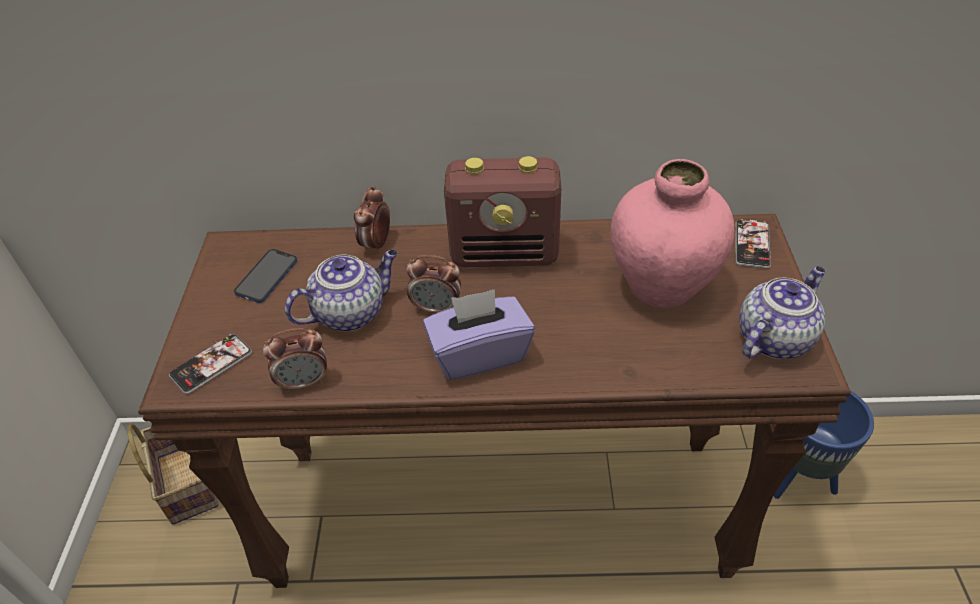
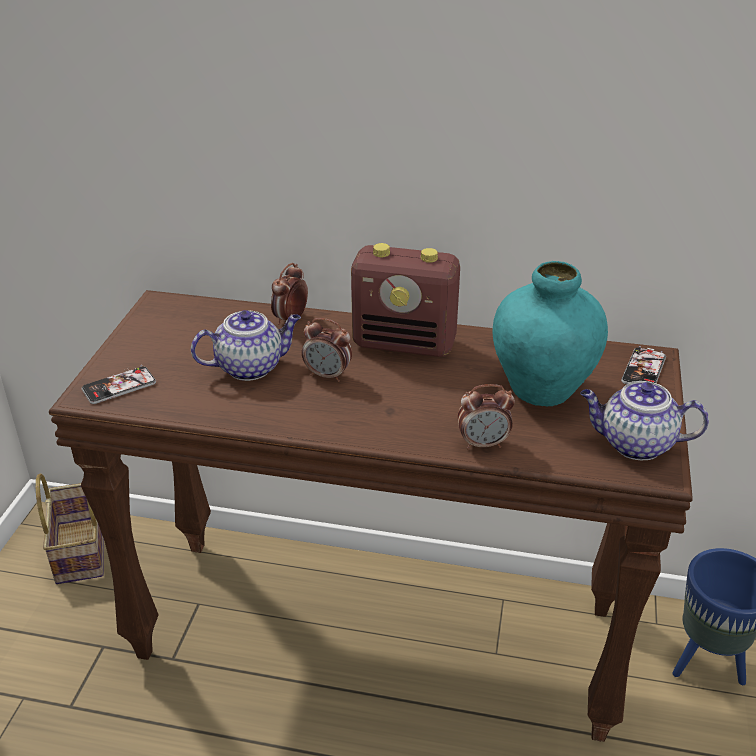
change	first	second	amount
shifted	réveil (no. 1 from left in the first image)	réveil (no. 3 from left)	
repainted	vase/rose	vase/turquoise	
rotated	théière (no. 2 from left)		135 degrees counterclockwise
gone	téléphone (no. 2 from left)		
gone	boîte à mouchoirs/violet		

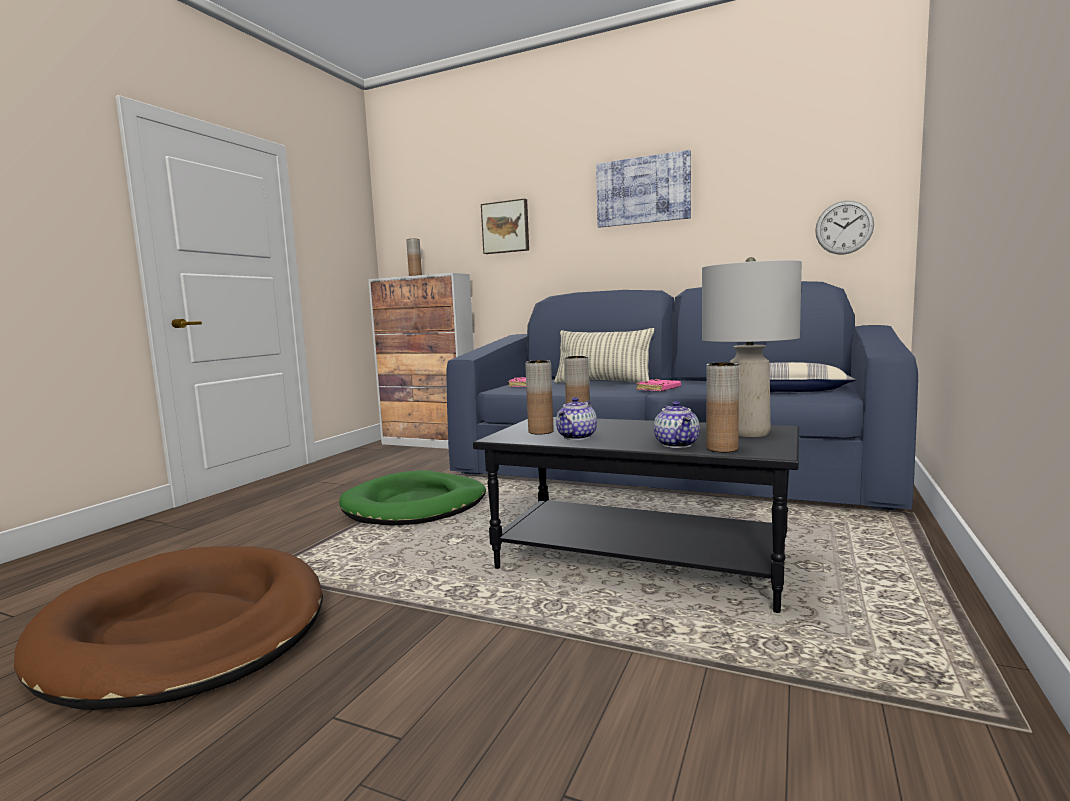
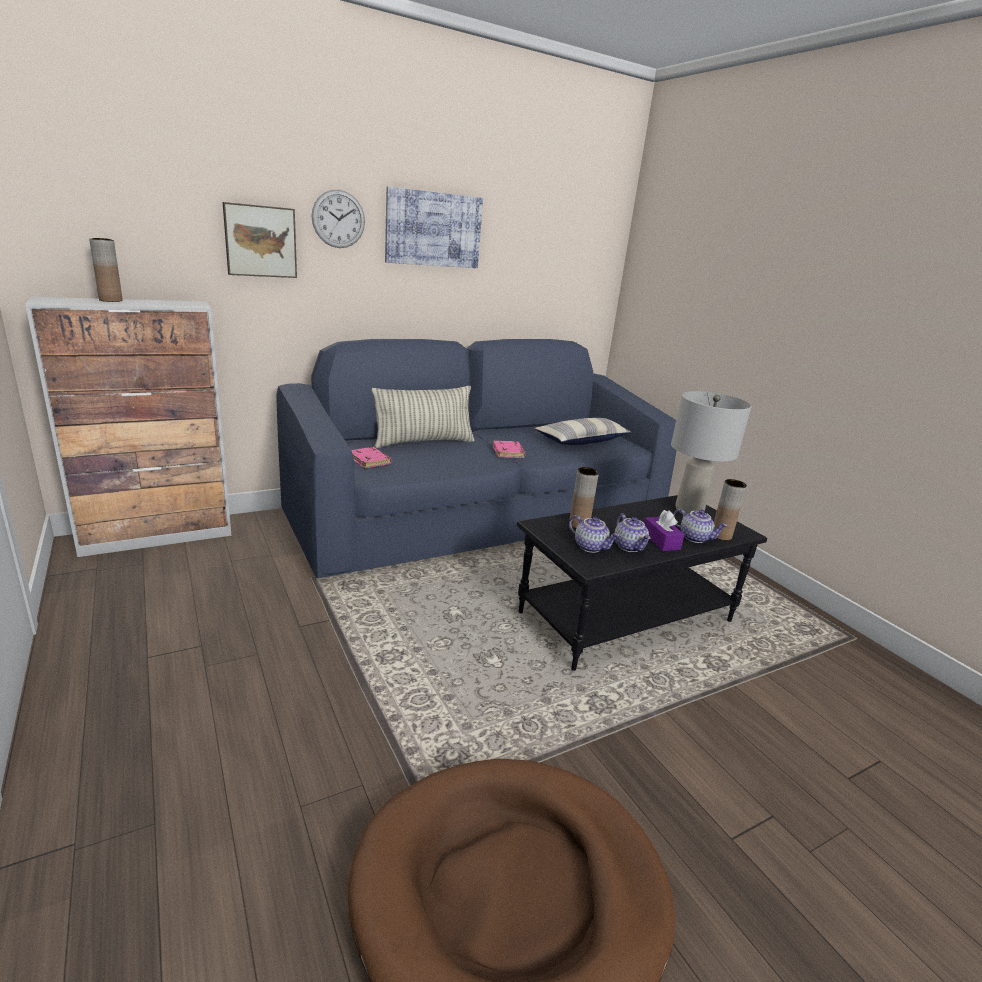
change	first	second	amount
shifted	horloge murale		
swapped	vase/marron (no. 2 from left)	théière (no. 1 from left)	
new		boîte à mouchoirs/violet	
gone	panier pour chien/vert		

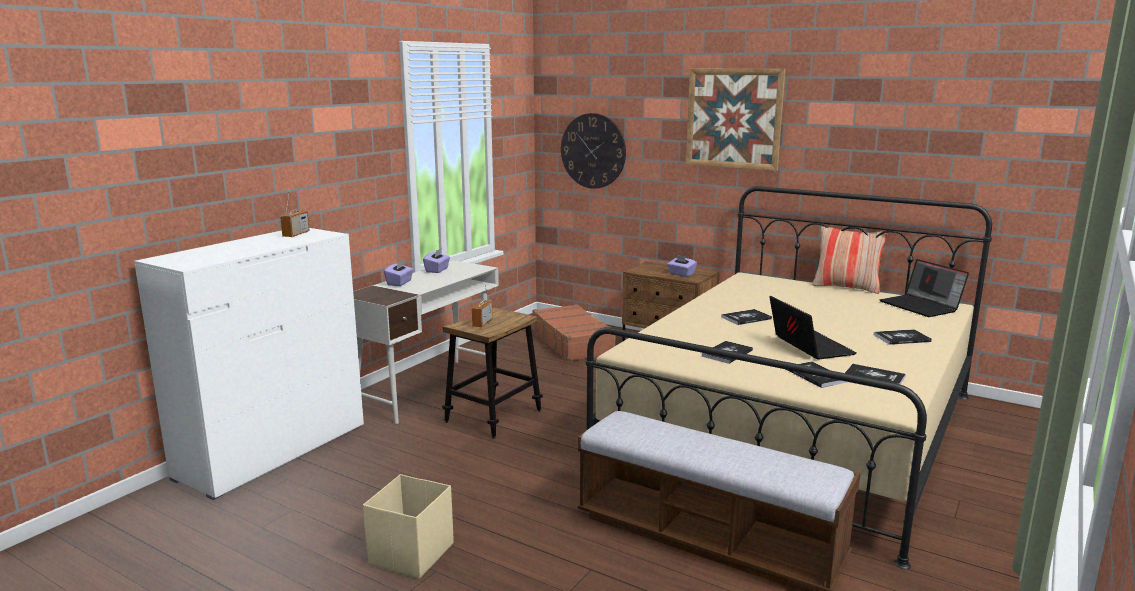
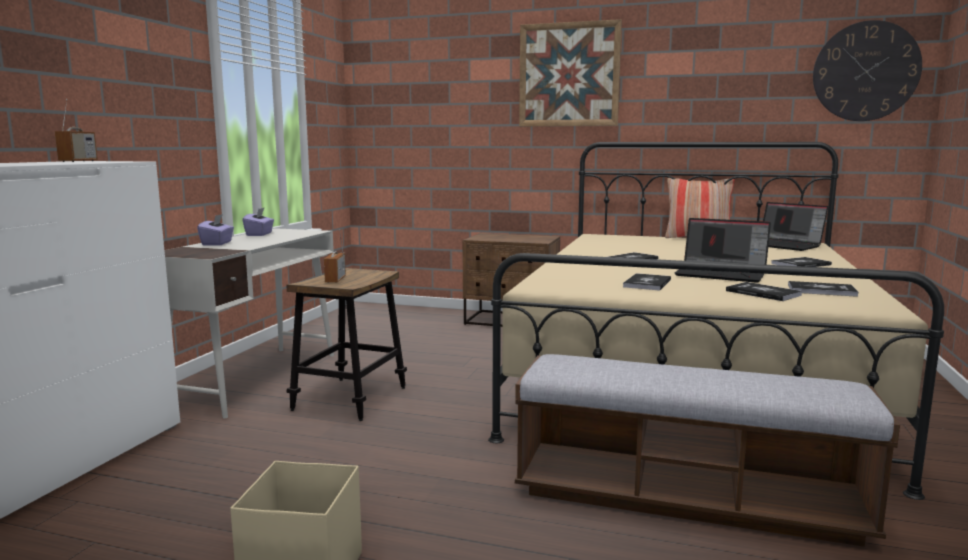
change	first	second	amount
rotated	ordinateur portable (no. 1 from left)		150 degrees clockwise
shifted	horloge murale		
gone	valise/marron		
gone	boîte à mouchoirs/violet (no. 3 from left)		

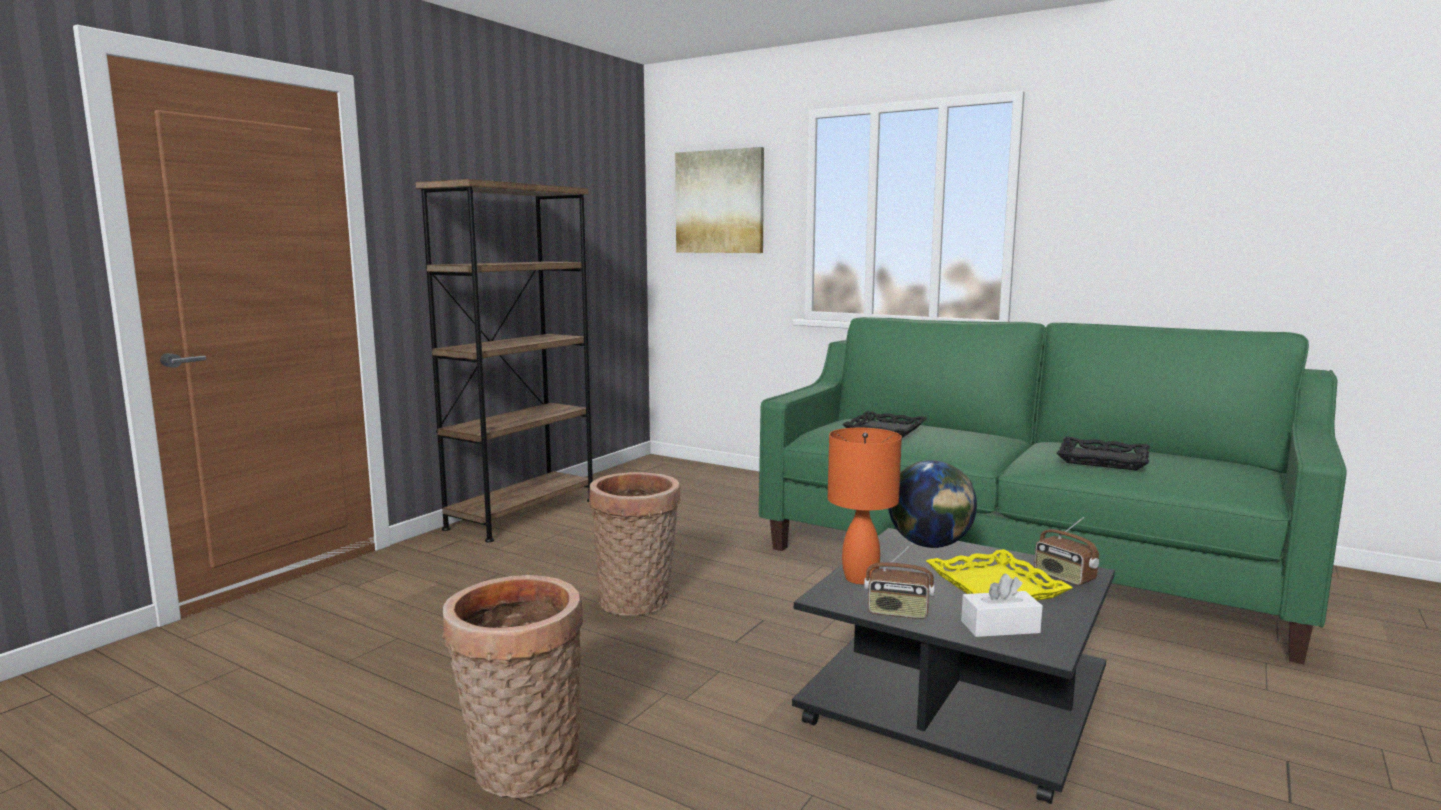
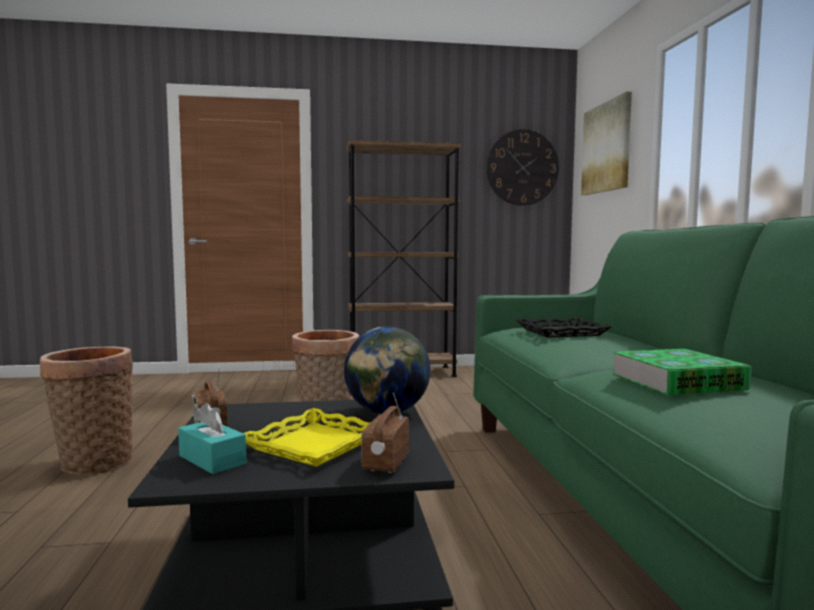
change	first	second	amount
repainted	boîte à mouchoirs/blanc	boîte à mouchoirs/turquoise	
new		horloge murale	
swapped	plateau/noir (no. 2 from left)	livre	
gone	lampe de table/orange		

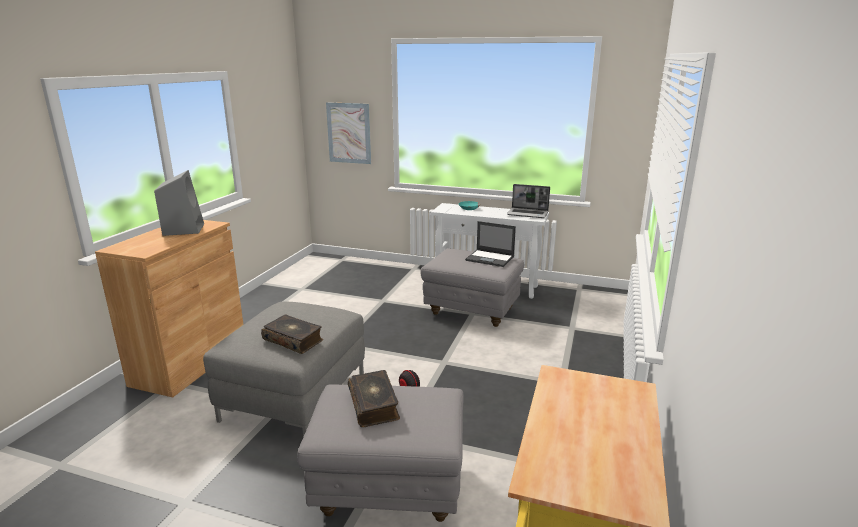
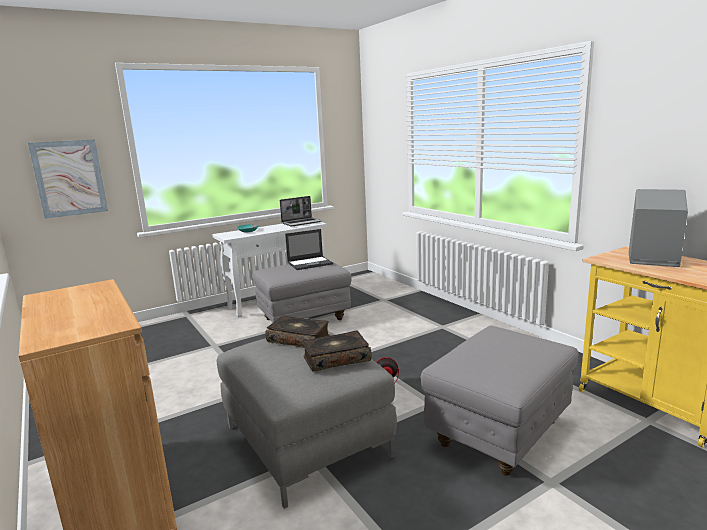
change	first	second	amount
shifted	livre (no. 2 from left in the first image)	livre (no. 1 from left)	
shifted	enceinte/gris		

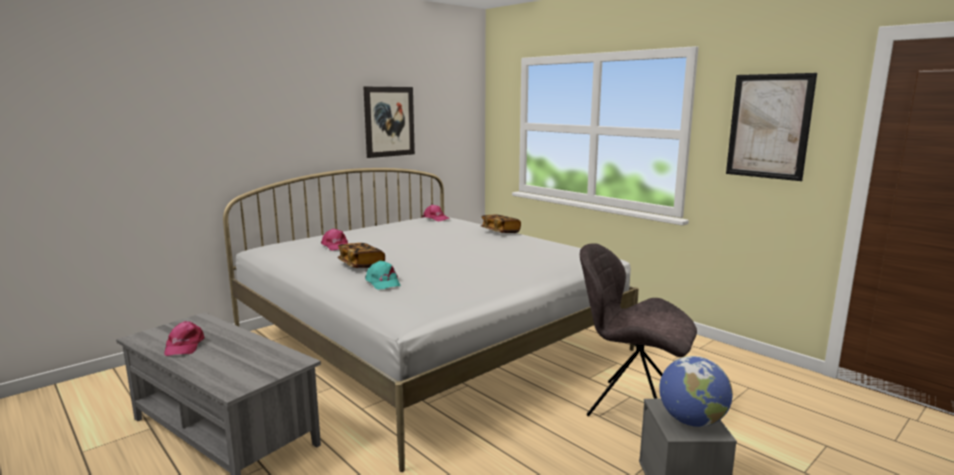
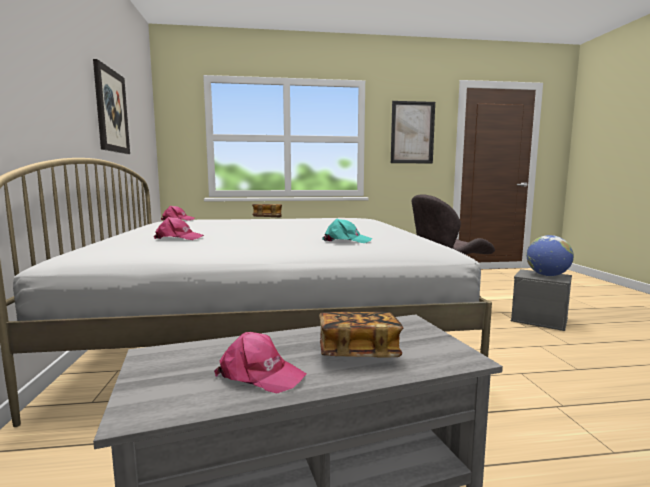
change	first	second	amount
shifted	livre (no. 1 from left in the first image)	livre (no. 2 from left)	

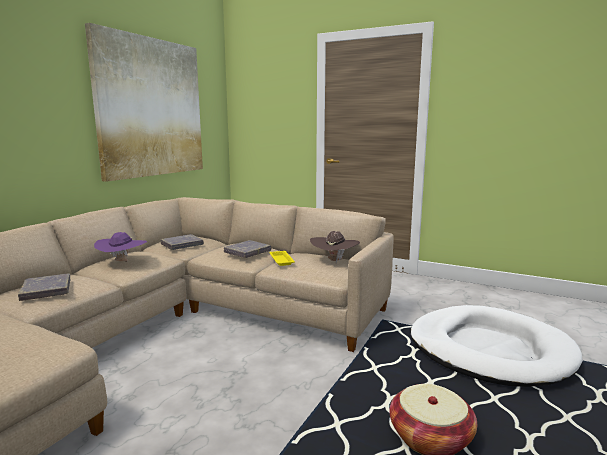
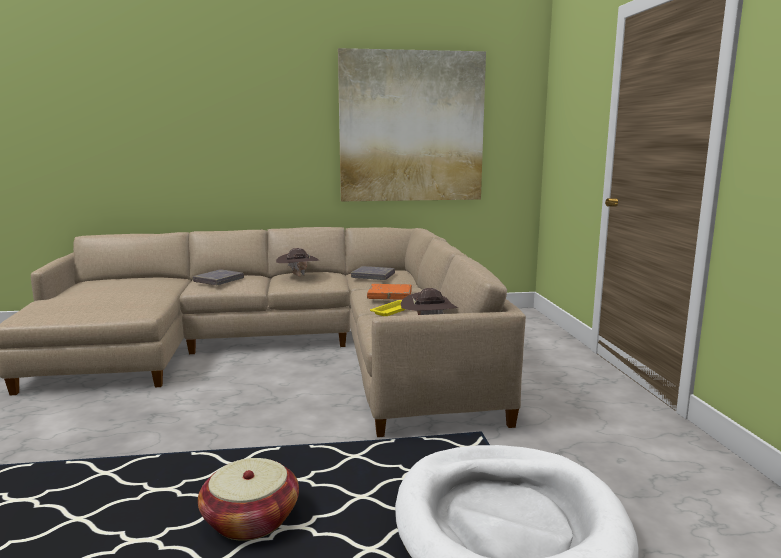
change	first	second	amount
repainted	chapeau/violet	chapeau/marron (no. 1 from left)	
repainted	livre/gris (no. 3 from left)	livre/orange	

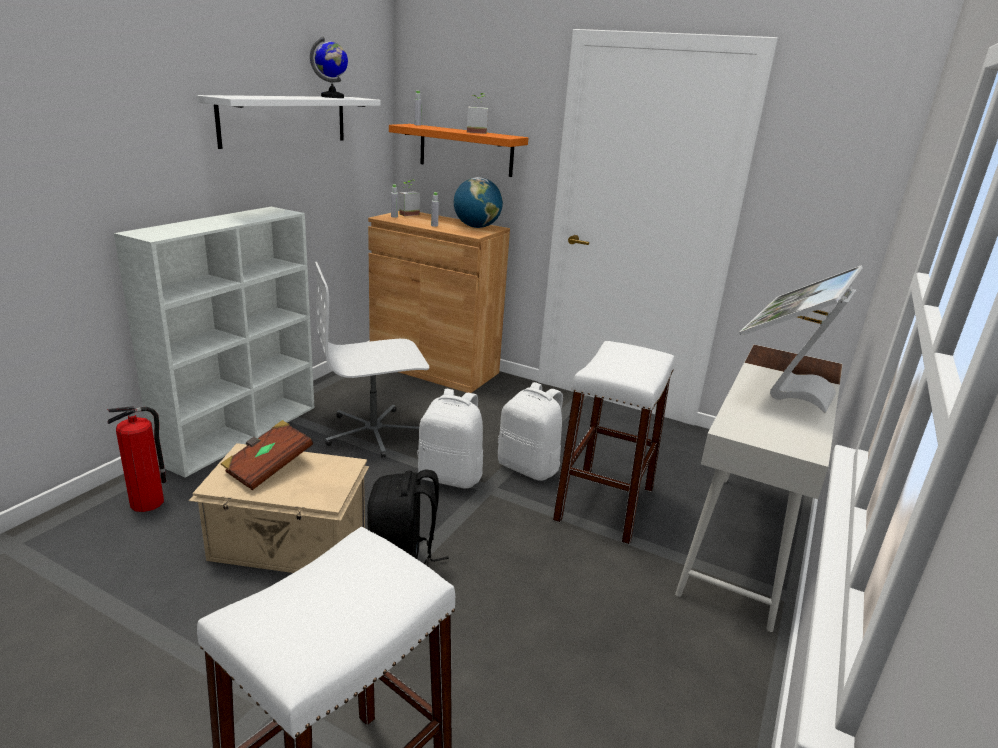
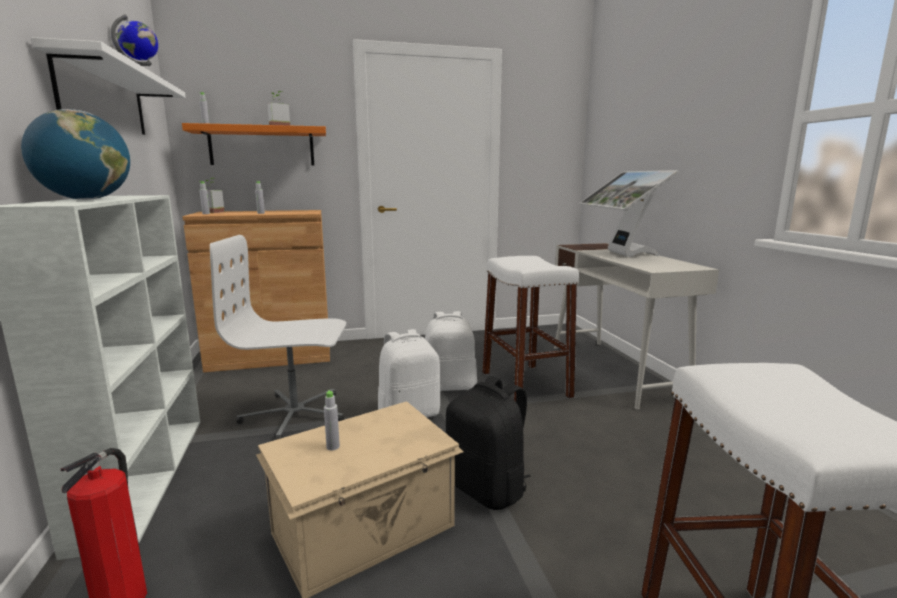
change	first	second	amount
shifted	globe (no. 2 from left in the first image)	globe (no. 1 from left)	
rotated	chaise de bureau/blanc		60 degrees clockwise
swapped	livre/marron	bouteille/gris (no. 4 from left)	

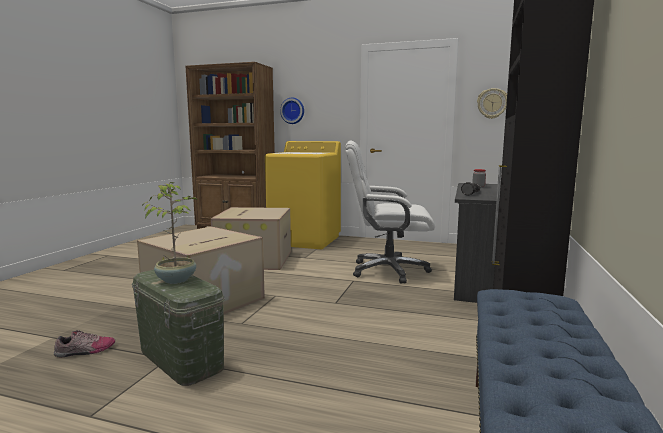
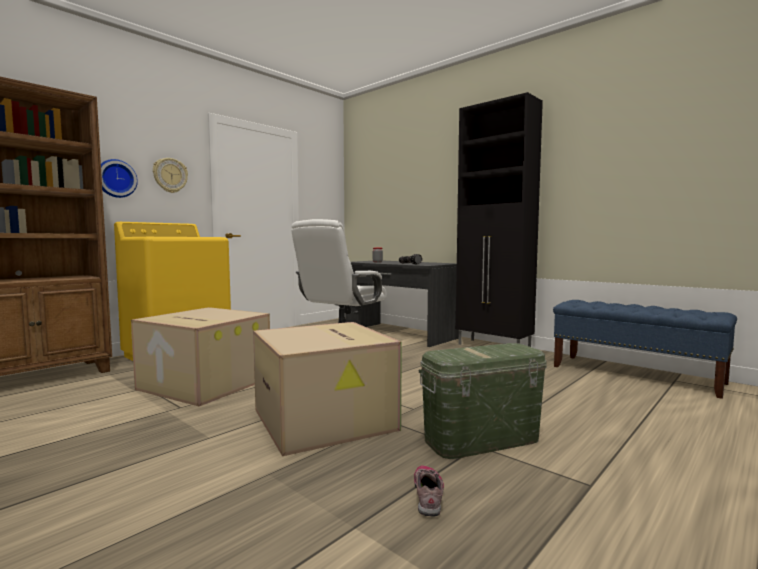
change	first	second	amount
shifted	horloge murale (no. 2 from left)		
gone	plante en pot		

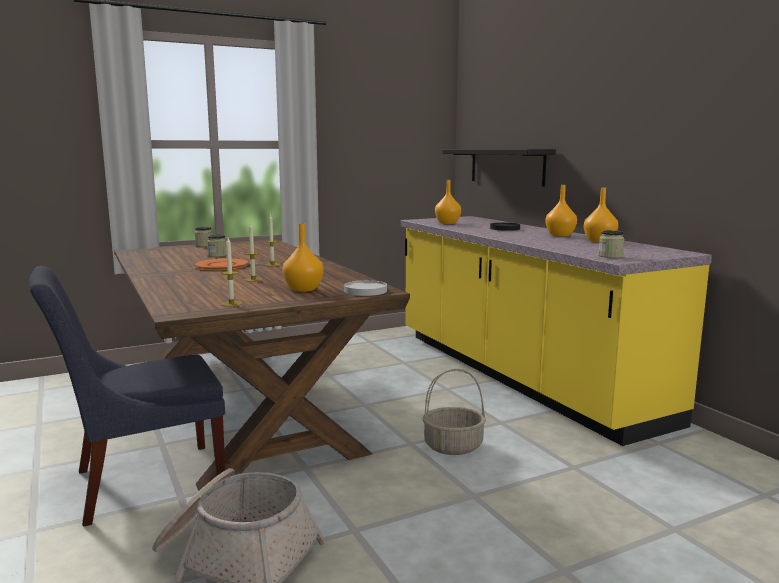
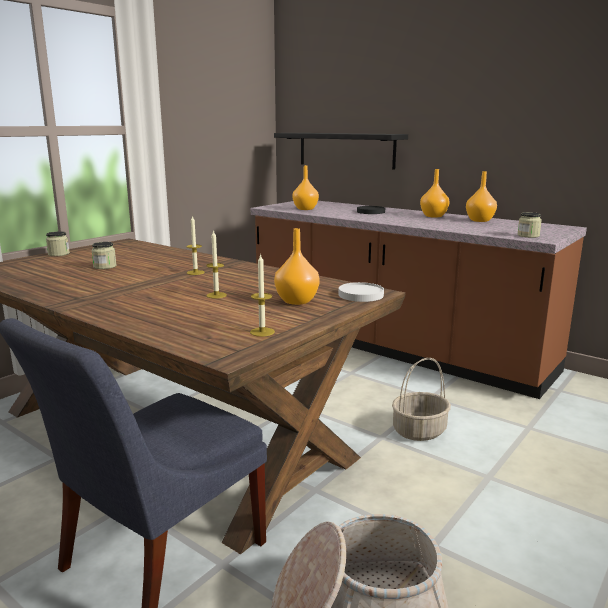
change	first	second	amount
repainted	comptoir de cuisine/jaune	comptoir de cuisine/marron	
gone	assiette/orange		

